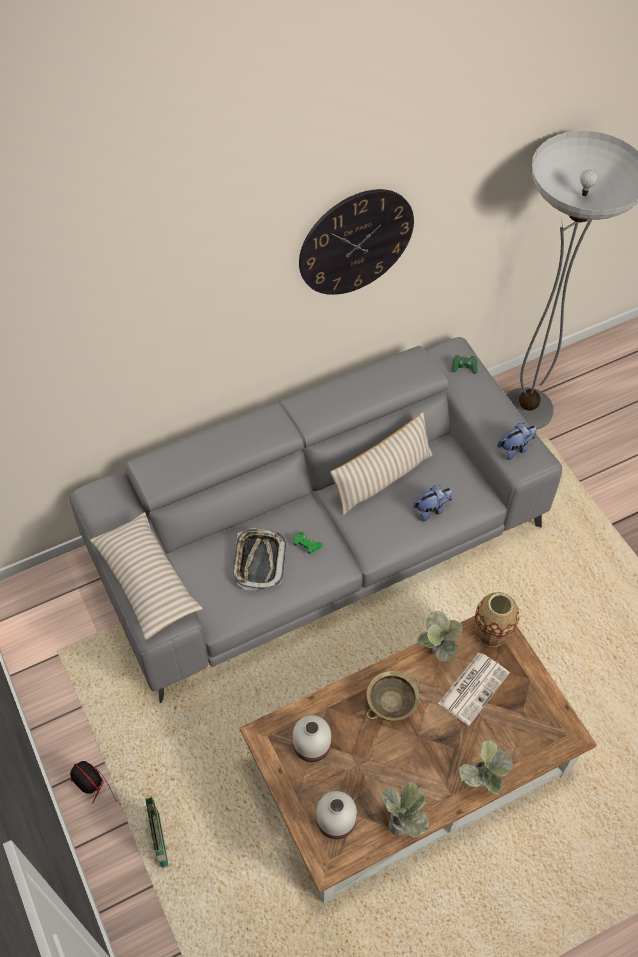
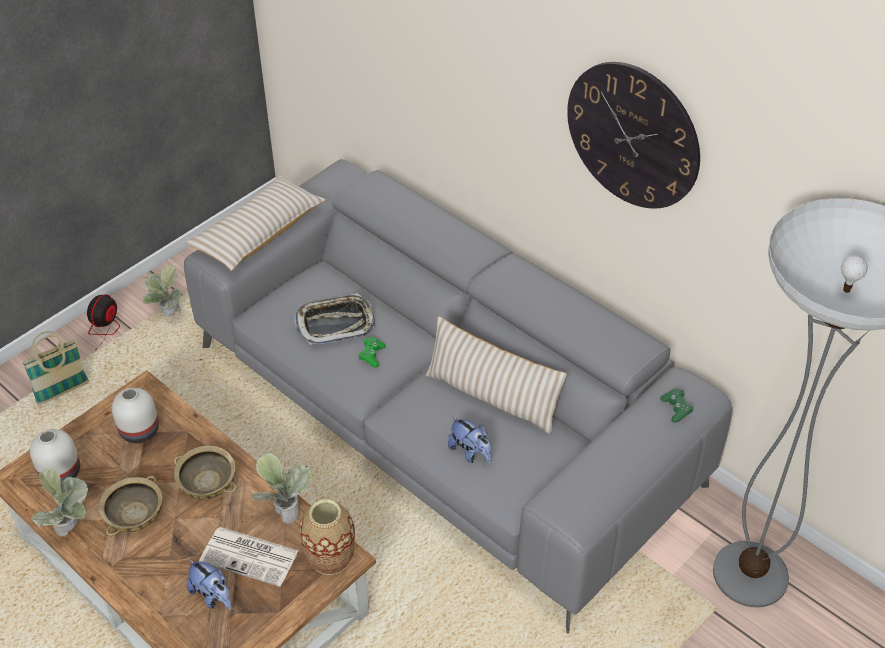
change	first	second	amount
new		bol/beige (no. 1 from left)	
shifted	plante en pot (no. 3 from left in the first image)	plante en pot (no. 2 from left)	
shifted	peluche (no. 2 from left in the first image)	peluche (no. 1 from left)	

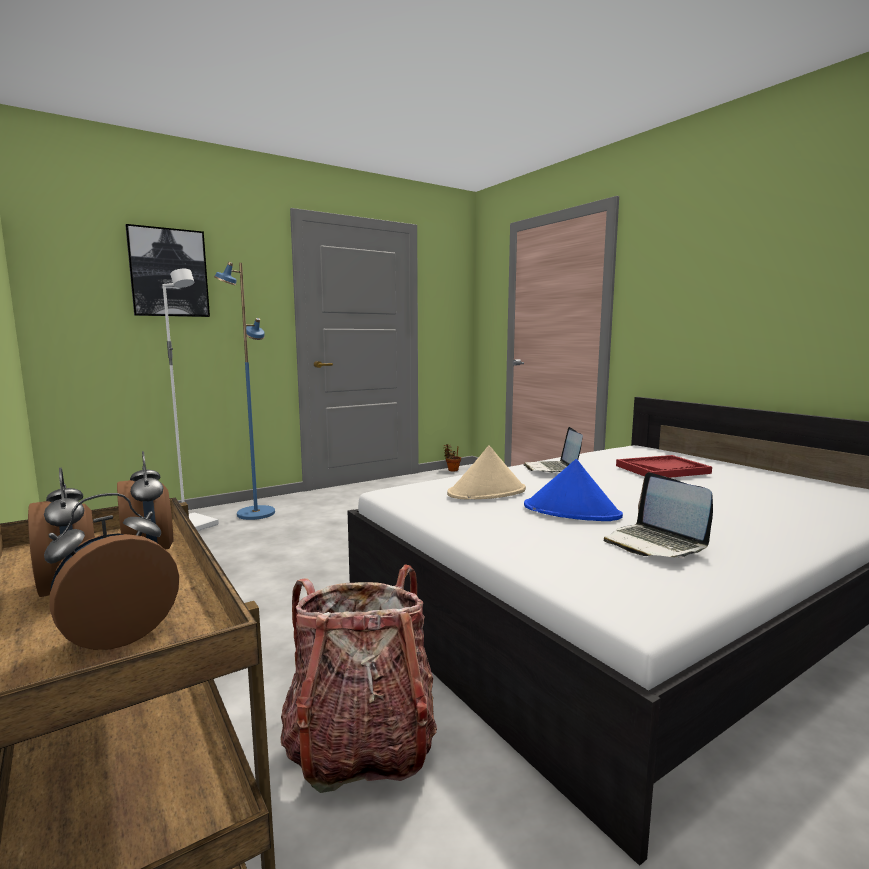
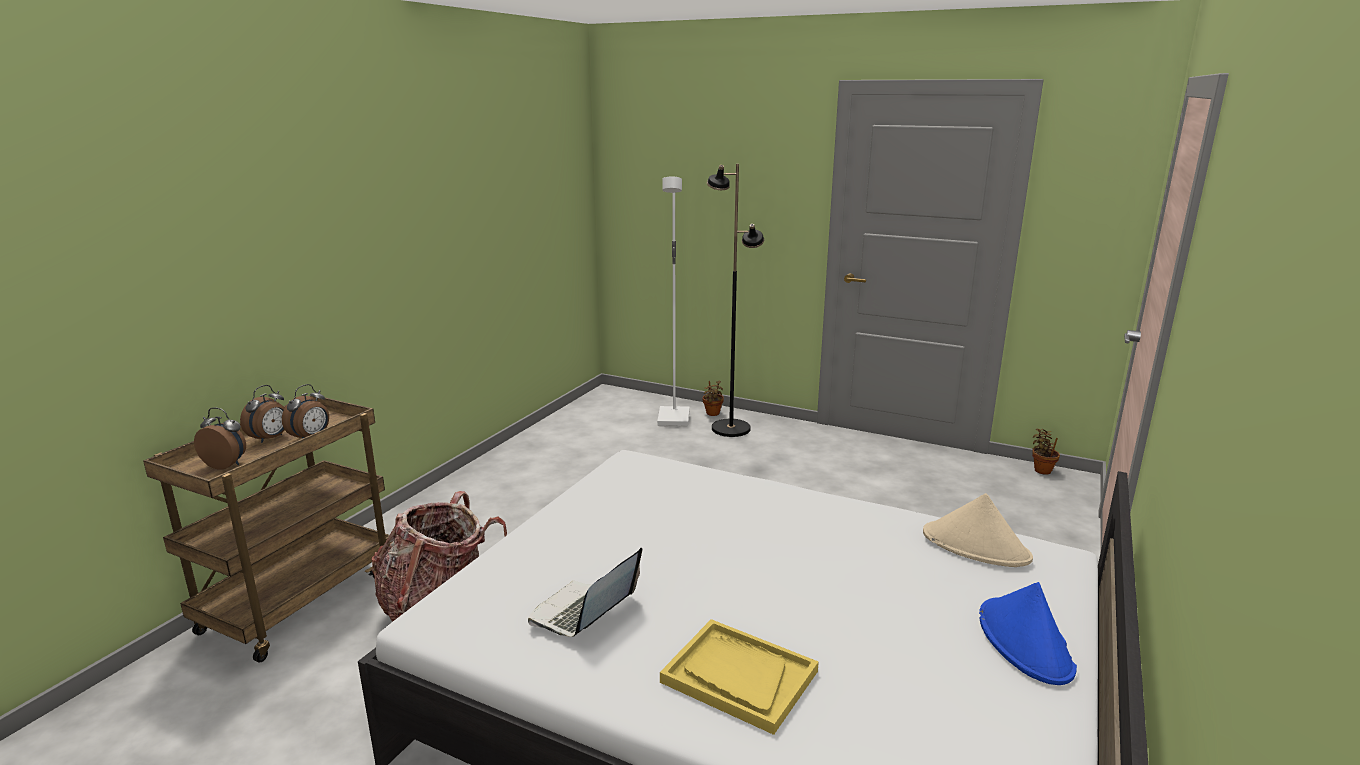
change	first	second	amount
new		plateau/jaune	
new		plante en pot (no. 1 from left)	
repainted	lampadaire/bleu	lampadaire/noir	
shifted	chapeau/beige		
shifted	chapeau/bleu		
gone	tableau		
gone	ordinateur portable (no. 1 from left)		
gone	plateau/rouge		

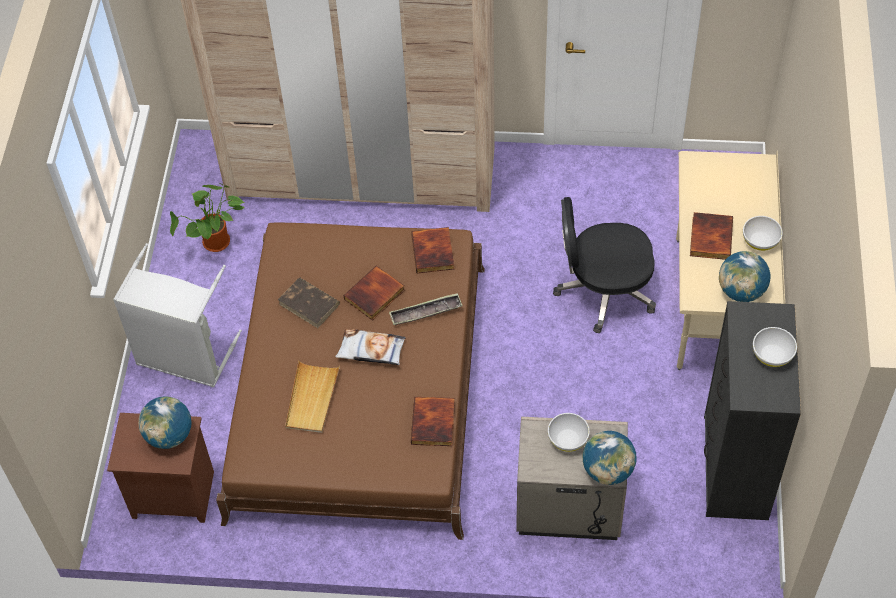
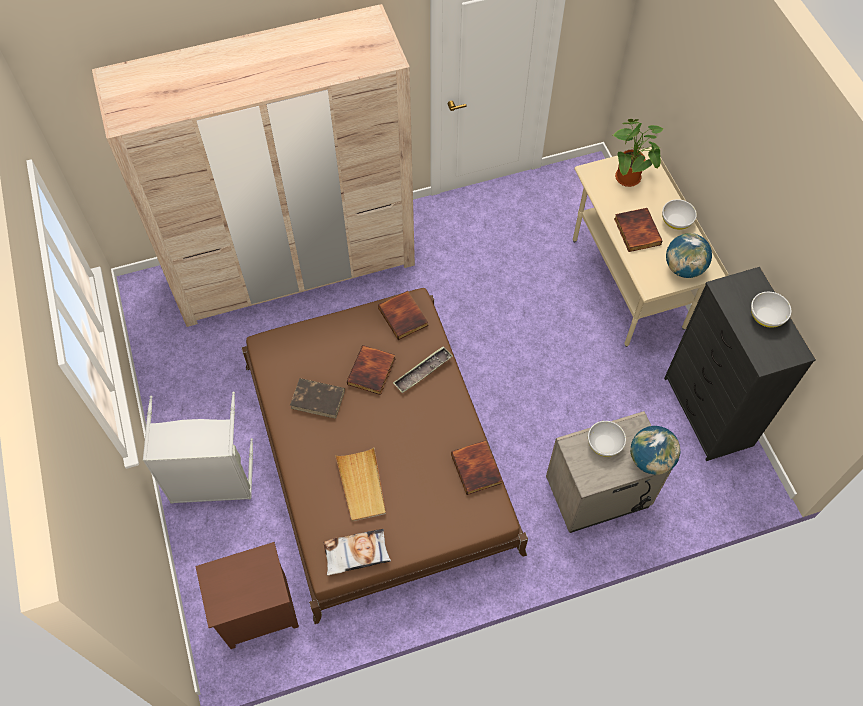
change	first	second	amount
shifted	coussin		
shifted	plante en pot		
gone	globe (no. 1 from left)		
gone	chaise de bureau/noir		

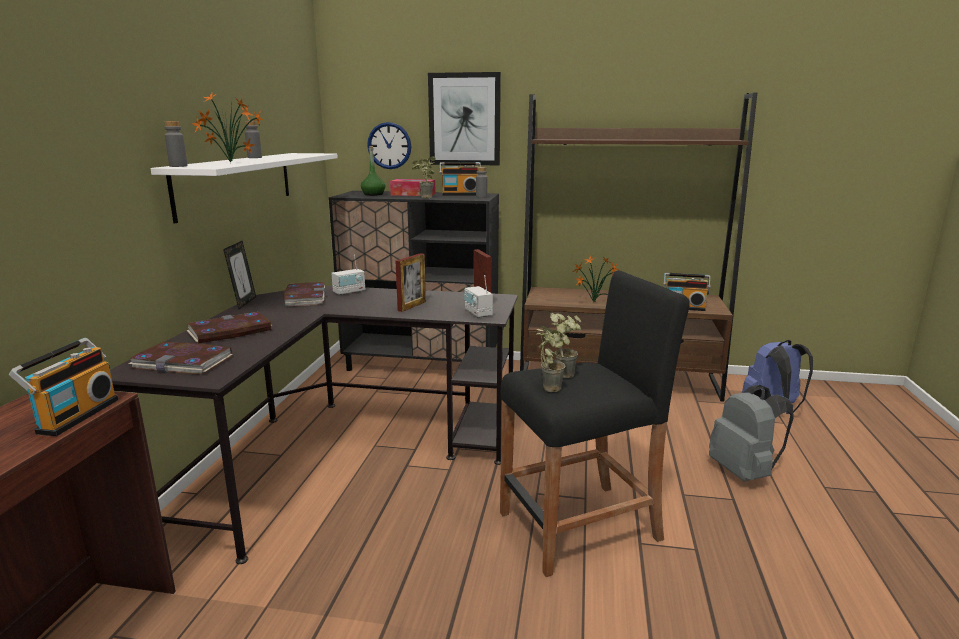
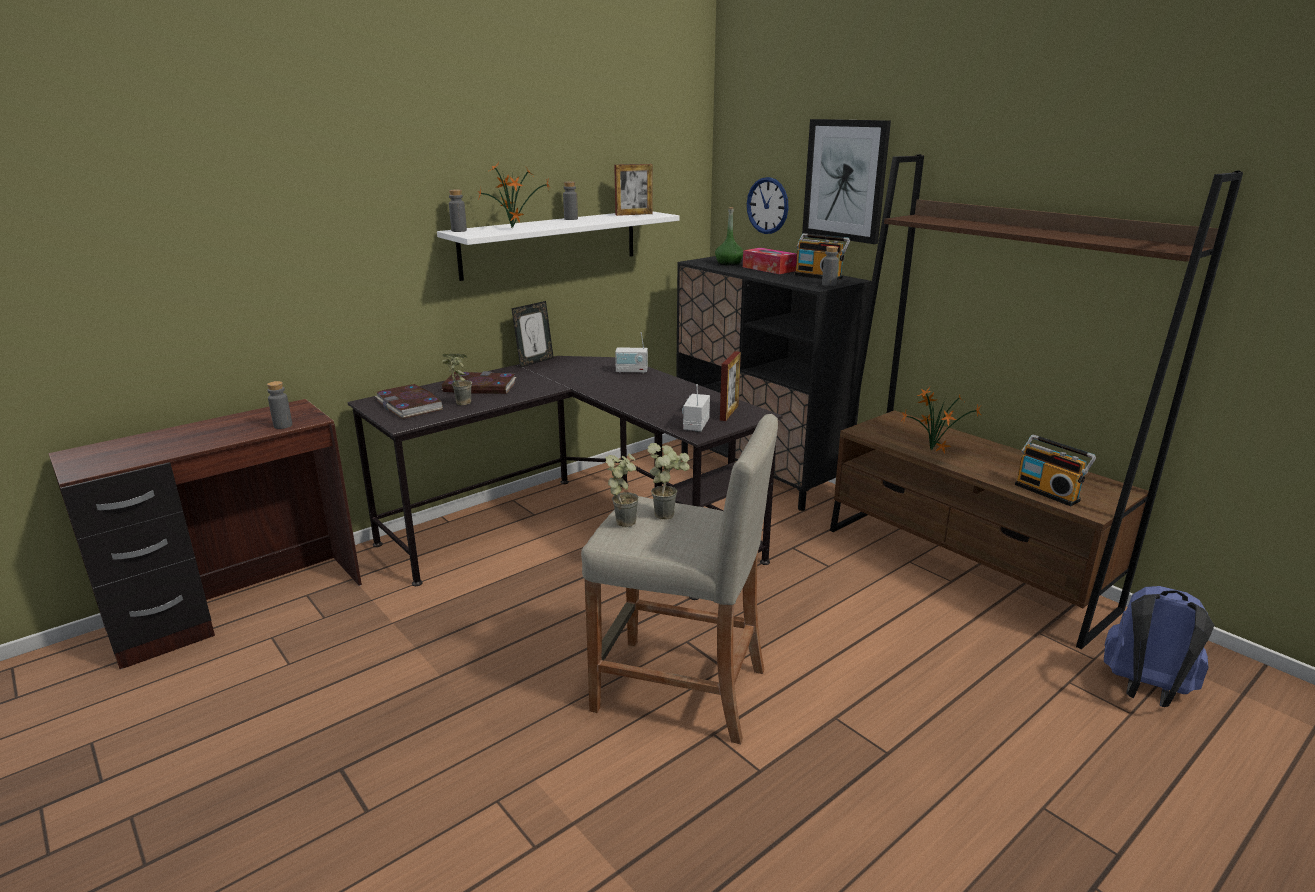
change	first	second	amount
swapped	radio (no. 1 from left)	bouteille/gris (no. 1 from left)	
shifted	plante en pot (no. 2 from left in the first image)	plante en pot (no. 1 from left)	
repainted	tabouret/noir	tabouret/beige	
shifted	cadre photo (no. 2 from left)		
gone	livre (no. 3 from left)		
gone	sac à dos/gris		

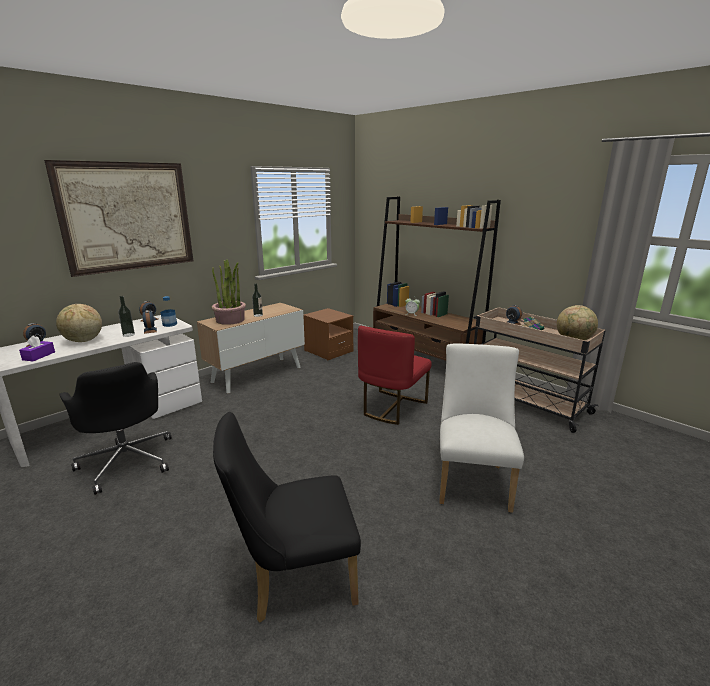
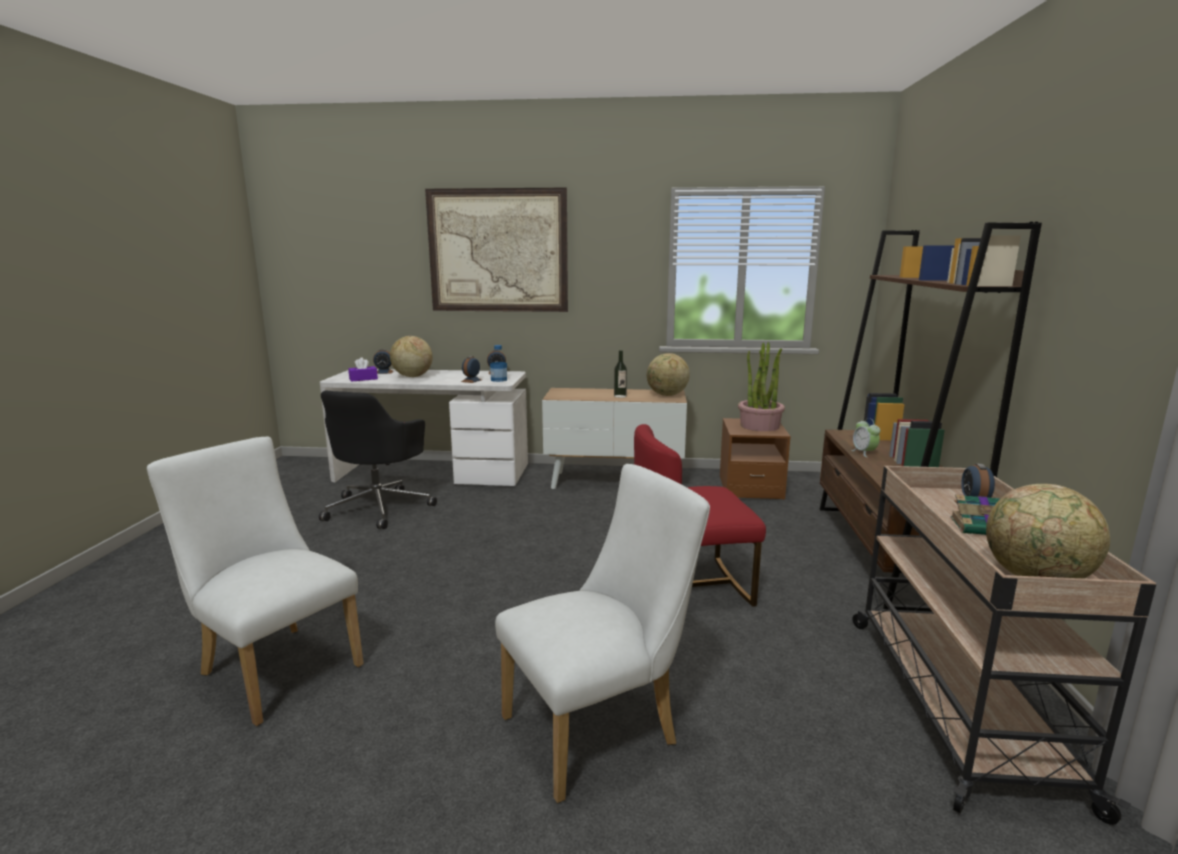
change	first	second	amount
repainted	chaise/noir	chaise/blanc (no. 1 from left)	
new		globe (no. 2 from left)	
shifted	plante en pot		
gone	bouteille (no. 1 from left)		

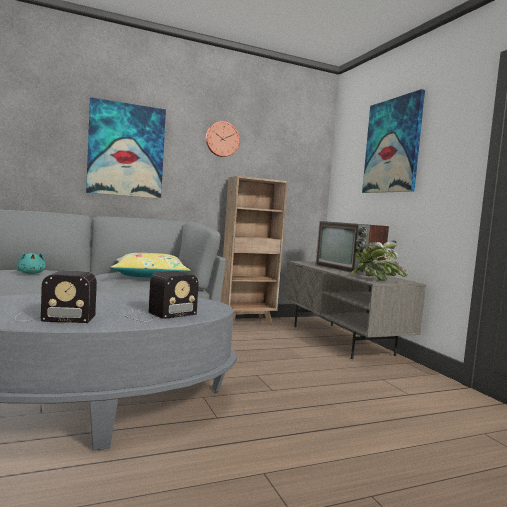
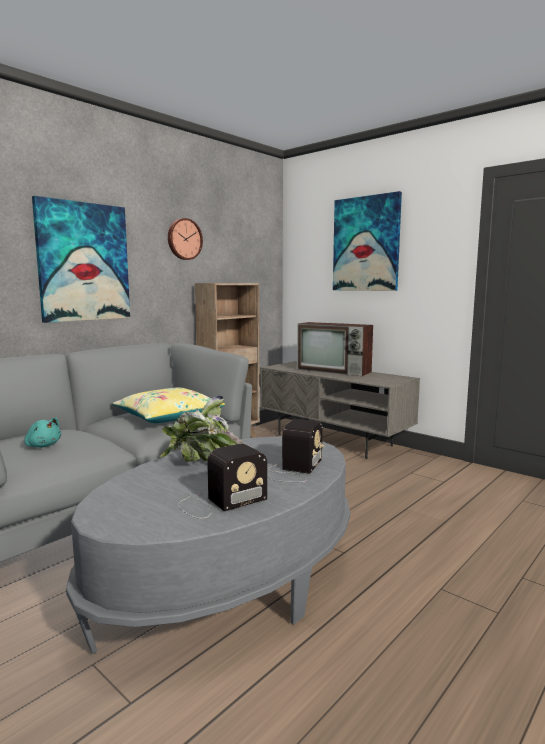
change	first	second	amount
shifted	plante en pot		

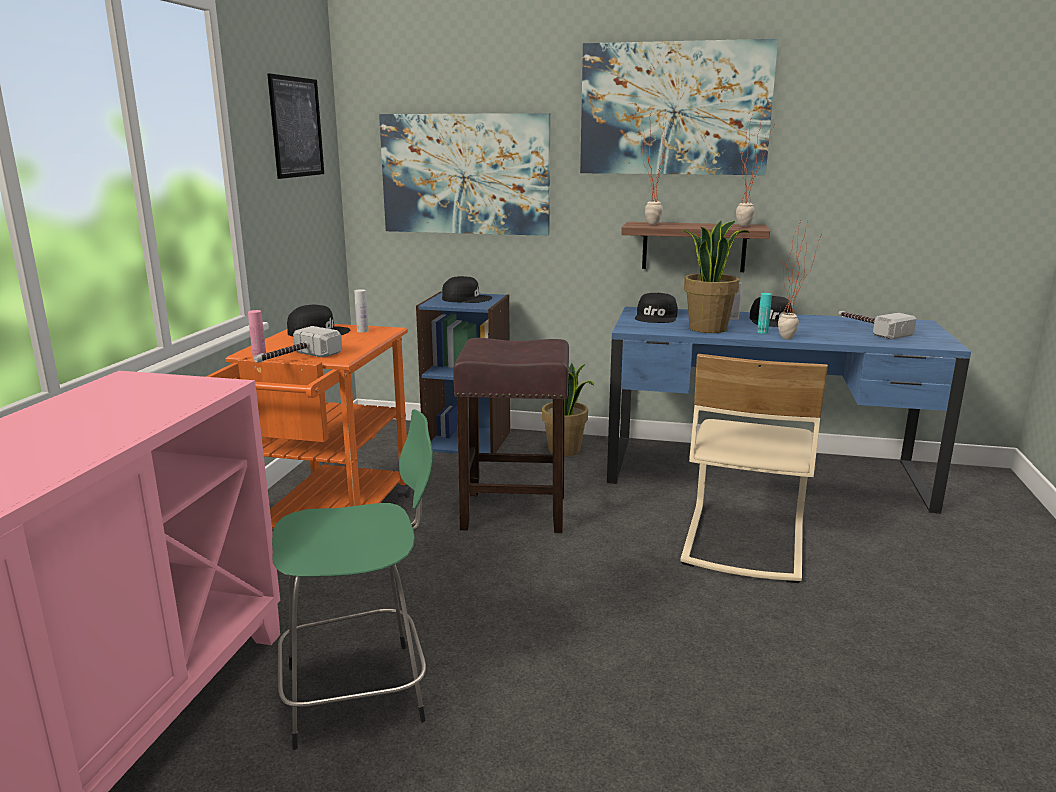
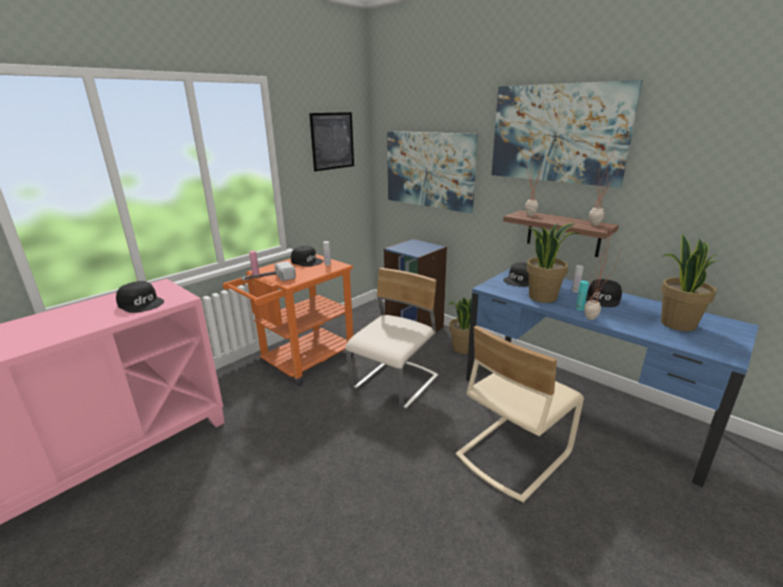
change	first	second	amount
shifted	casquette/noir (no. 2 from left in the first image)	casquette/noir (no. 1 from left)	
swapped	tabouret/marron	chaise/beige (no. 1 from left)	
swapped	marteau (no. 2 from left)	plante en pot (no. 6 from left)	
gone	tabouret/vert		

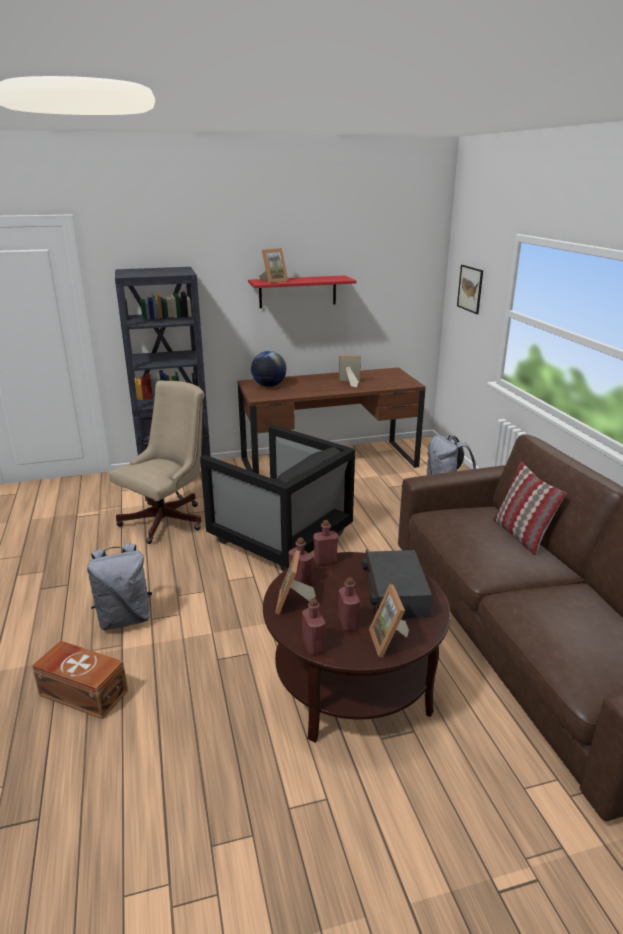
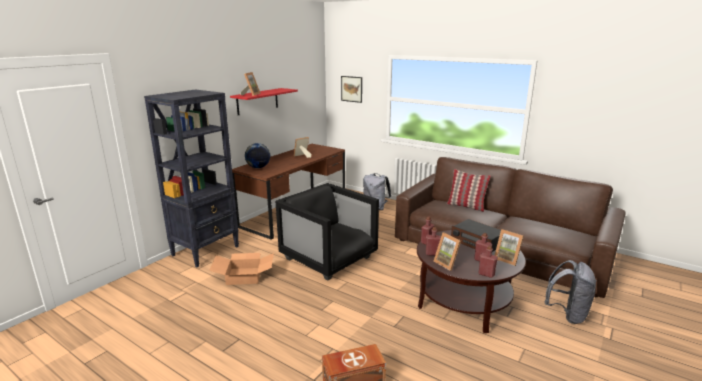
change	first	second	amount
swapped	chaise de bureau/beige	carton	
rotated	fauteuil/noir		135 degrees counterclockwise
shifted	sac à dos/gris (no. 1 from left in the first image)	sac à dos/gris (no. 2 from left)	

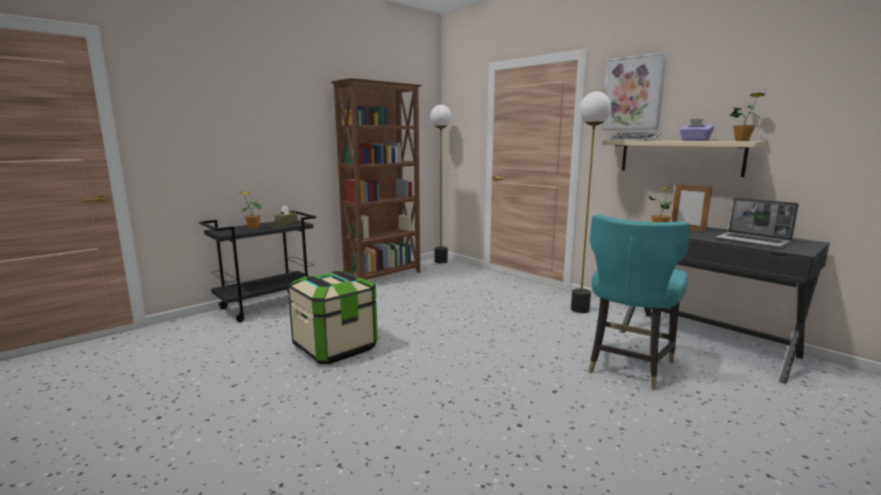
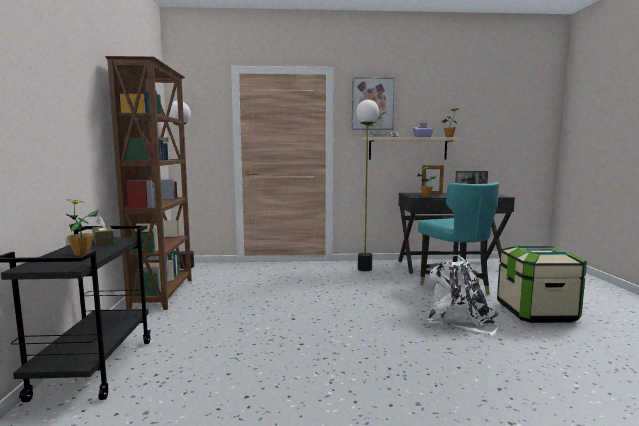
change	first	second	amount
new		sac à dos/blanc	
shifted	boîte de rangement		

